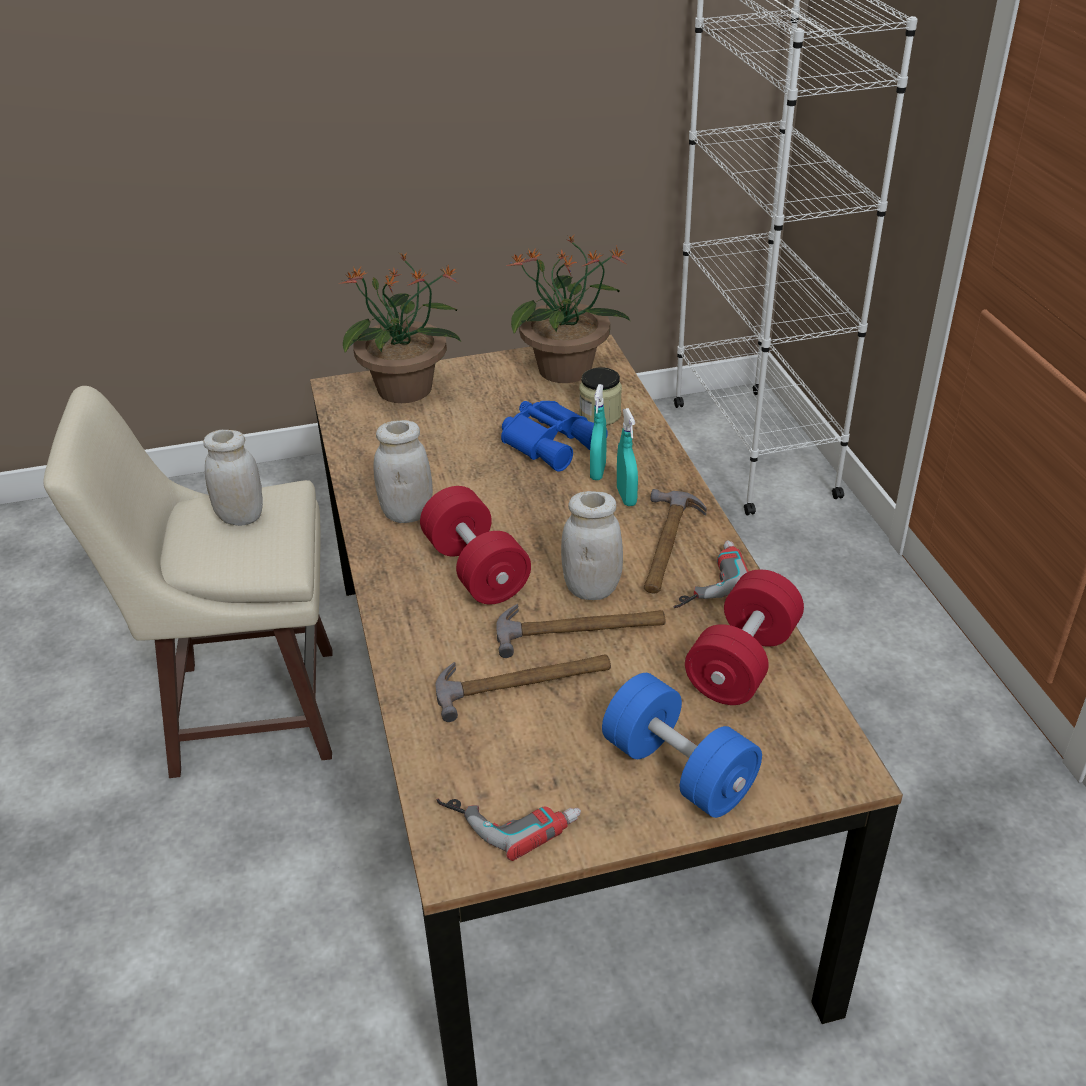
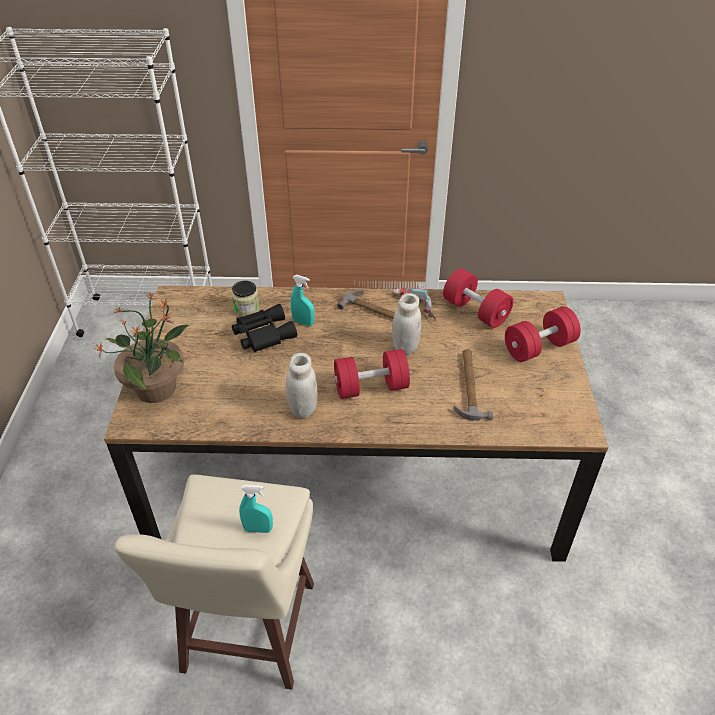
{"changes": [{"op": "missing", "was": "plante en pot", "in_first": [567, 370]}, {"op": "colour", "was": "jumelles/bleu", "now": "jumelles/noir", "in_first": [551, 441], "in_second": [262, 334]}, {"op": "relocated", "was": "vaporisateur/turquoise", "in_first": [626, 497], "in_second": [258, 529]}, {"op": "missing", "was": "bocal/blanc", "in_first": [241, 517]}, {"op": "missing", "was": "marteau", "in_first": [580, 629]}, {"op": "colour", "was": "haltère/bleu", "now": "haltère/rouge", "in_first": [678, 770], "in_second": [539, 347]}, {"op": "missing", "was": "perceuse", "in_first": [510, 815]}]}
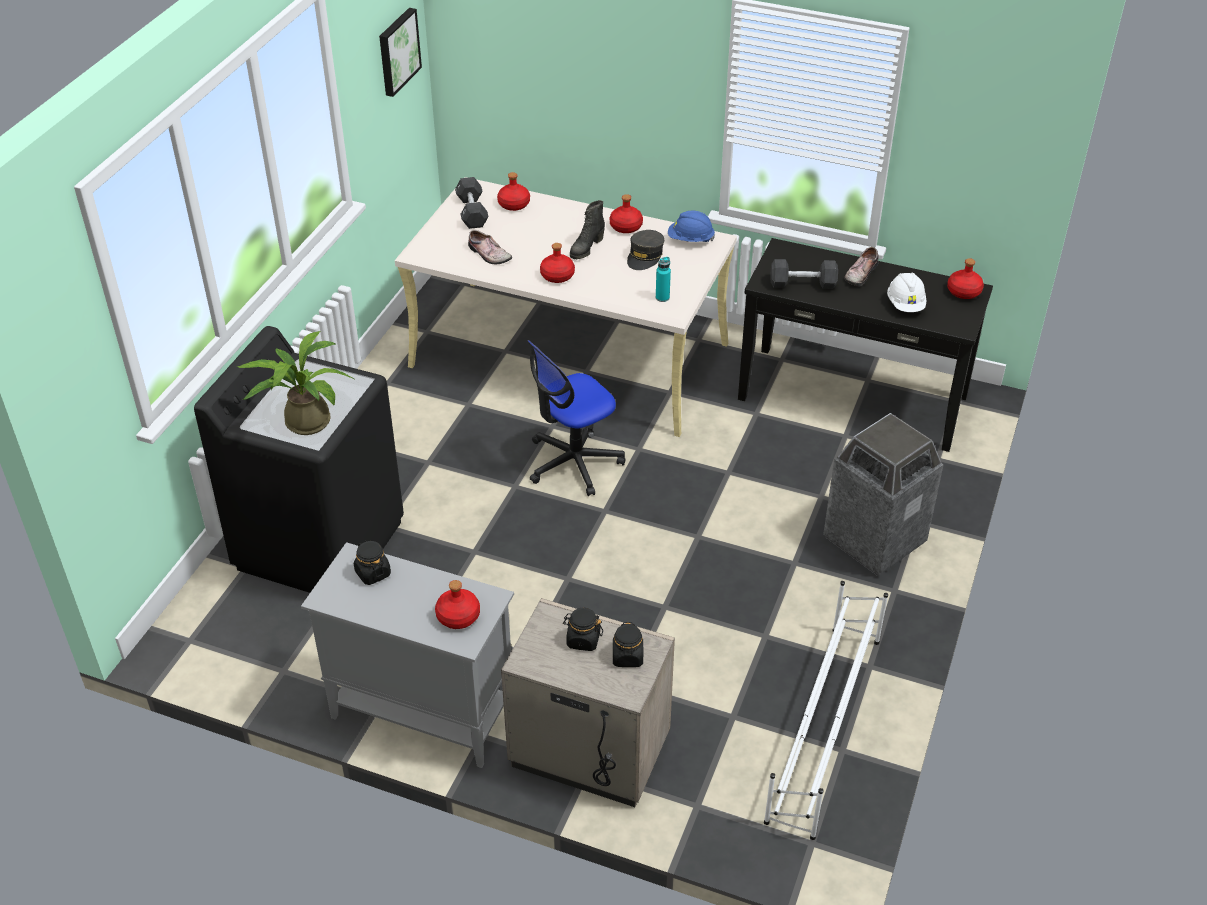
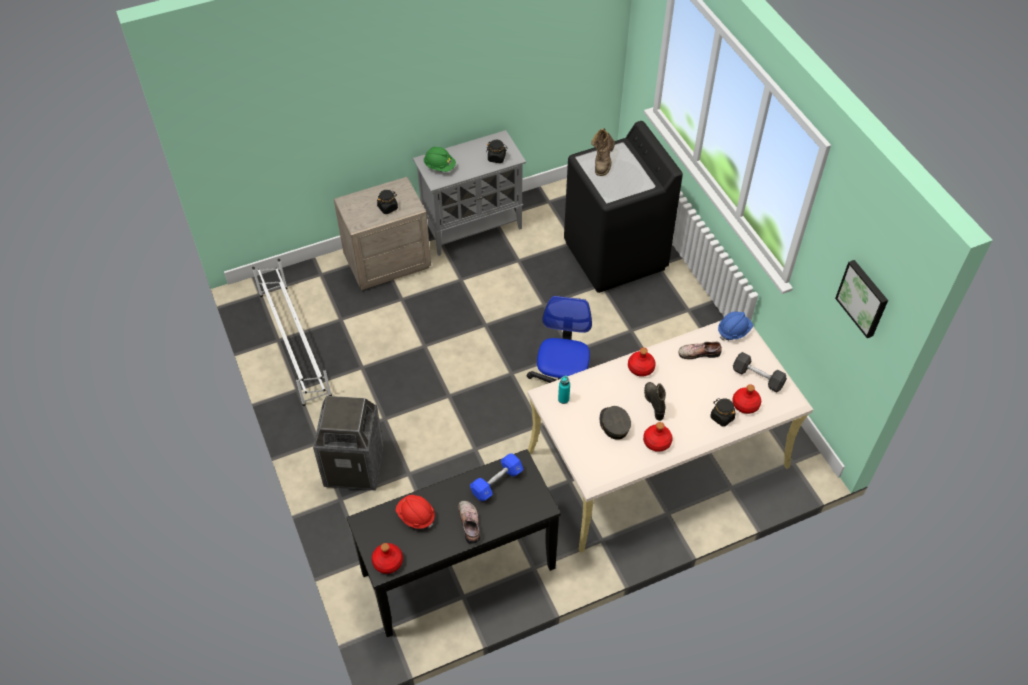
{"changes": [{"op": "relocated", "was": "casque de chantier/bleu", "in_first": [690, 239], "in_second": [733, 331]}, {"op": "colour", "was": "haltère/noir", "now": "haltère/bleu", "in_first": [802, 284], "in_second": [496, 482]}, {"op": "colour", "was": "casque de chantier/blanc", "now": "casque de chantier/rouge", "in_first": [905, 304], "in_second": [416, 516]}, {"op": "exchanged", "was": "plante en pot", "now": "botte/marron", "in_first": [302, 421], "in_second": [603, 163]}, {"op": "exchanged", "was": "bouteille/rouge", "now": "casque de chantier/vert", "in_first": [458, 617], "in_second": [439, 166]}, {"op": "relocated", "was": "bocal/noir", "in_first": [627, 657], "in_second": [721, 417]}]}
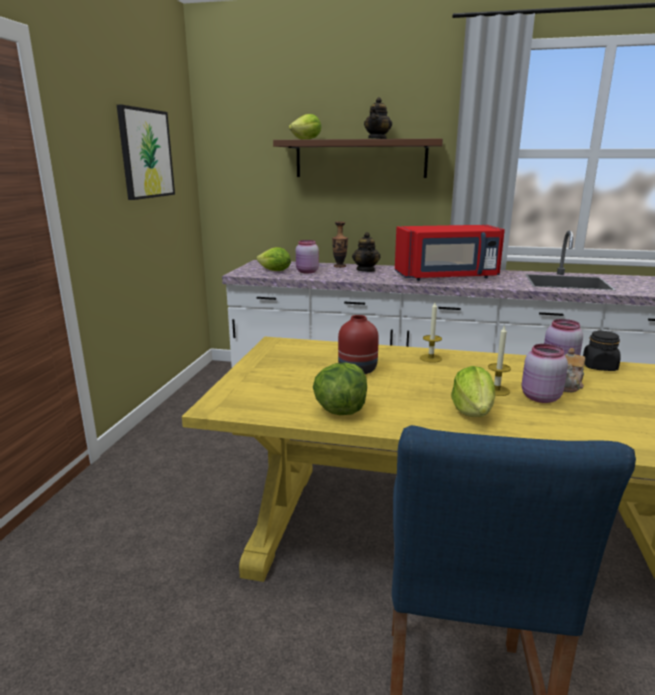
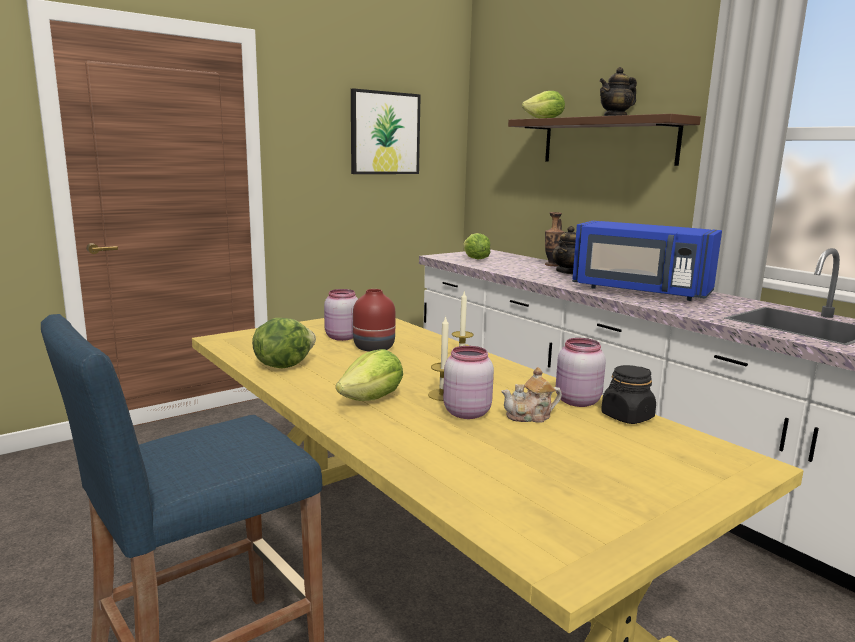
{"changes": [{"op": "colour", "was": "micro-ondes/rouge", "now": "micro-ondes/bleu", "in_first": [447, 277], "in_second": [640, 291]}, {"op": "relocated", "was": "bocal/rose", "in_first": [307, 272], "in_second": [341, 337]}]}
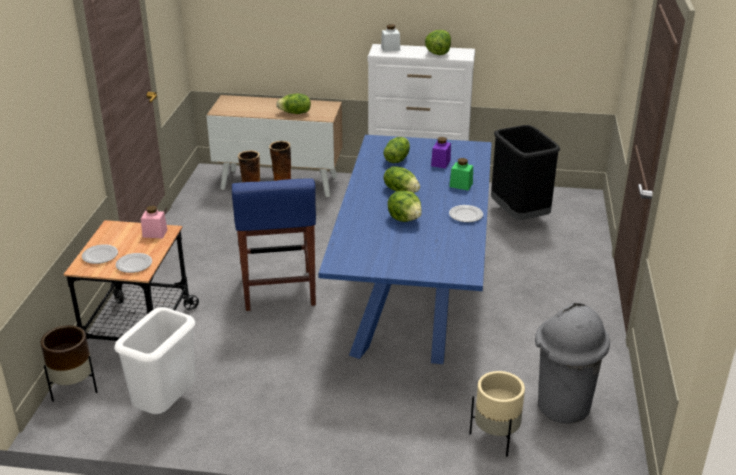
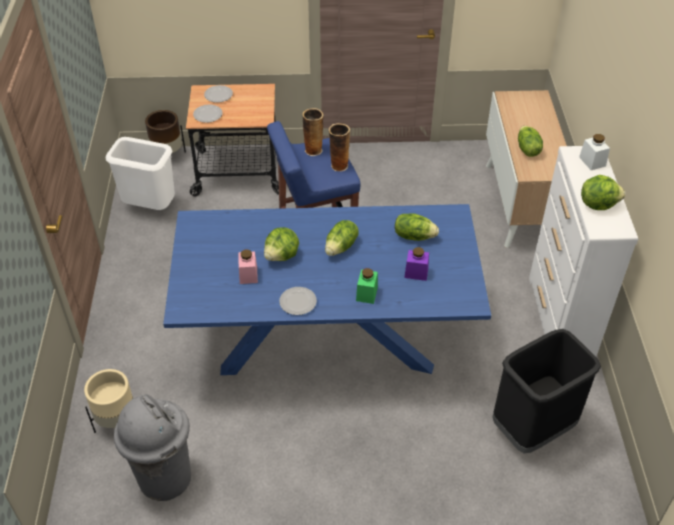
{"changes": [{"op": "relocated", "was": "bocal/rose", "in_first": [155, 233], "in_second": [248, 275]}]}
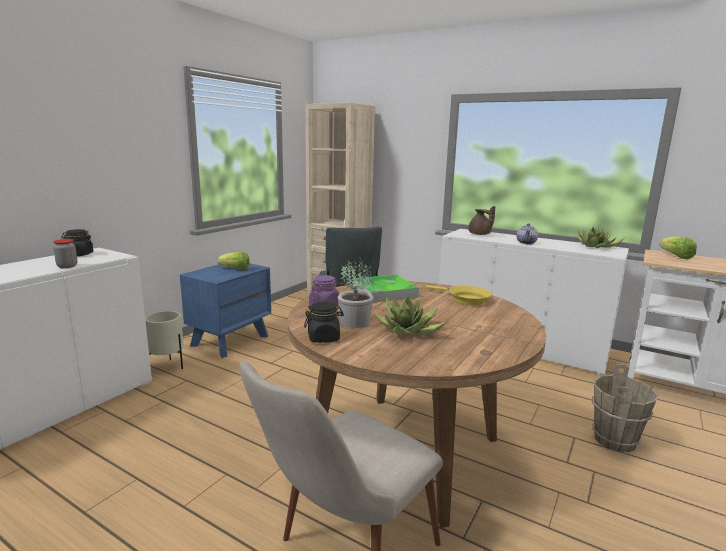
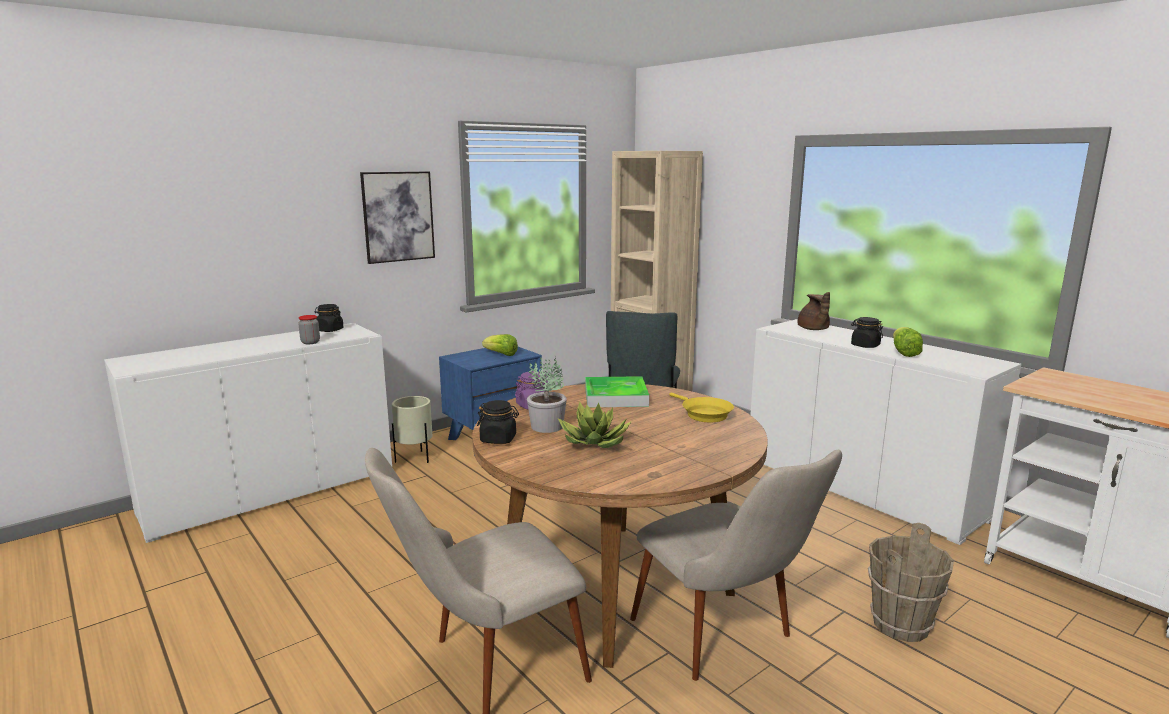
{"changes": [{"op": "exchanged", "was": "théière", "now": "bocal/noir", "in_first": [526, 243], "in_second": [865, 345]}, {"op": "missing", "was": "plante en pot", "in_first": [596, 247]}, {"op": "relocated", "was": "laitue", "in_first": [675, 256], "in_second": [903, 353]}, {"op": "appeared", "now": "tableau", "in_second": [398, 216]}, {"op": "appeared", "now": "chaise/beige", "in_second": [726, 642]}]}
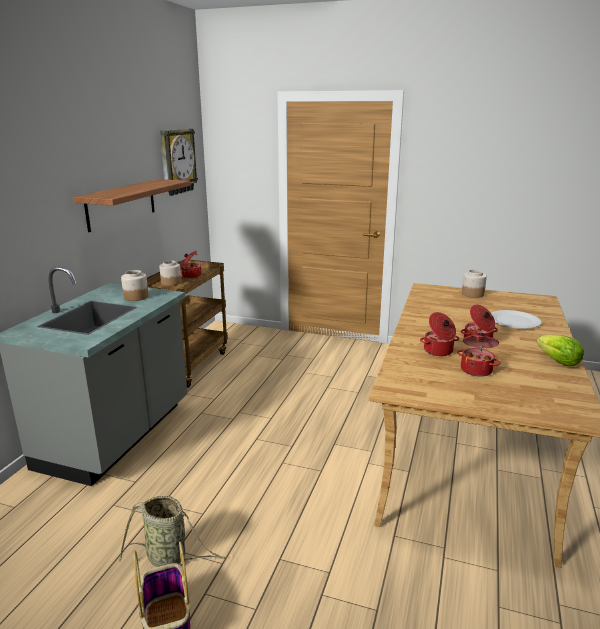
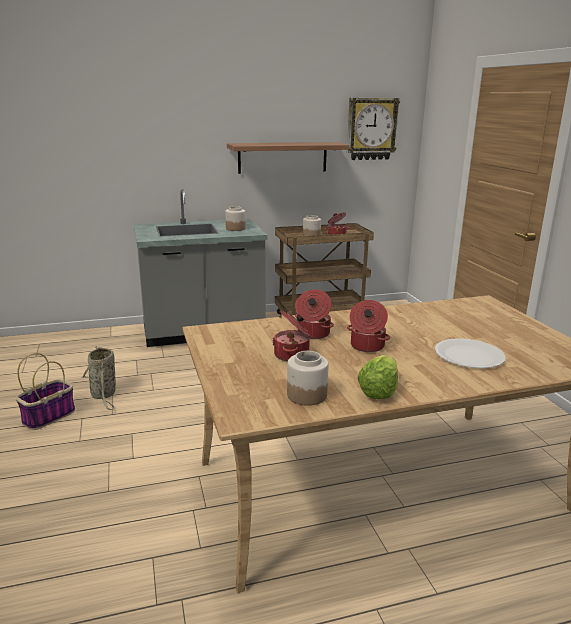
{"changes": [{"op": "relocated", "was": "bocal", "in_first": [472, 294], "in_second": [306, 395]}]}
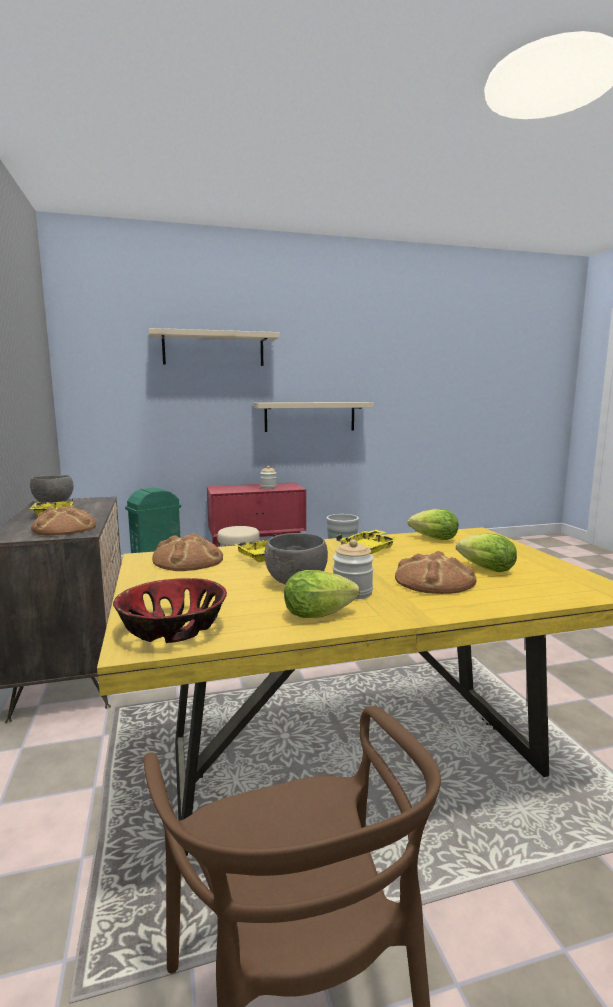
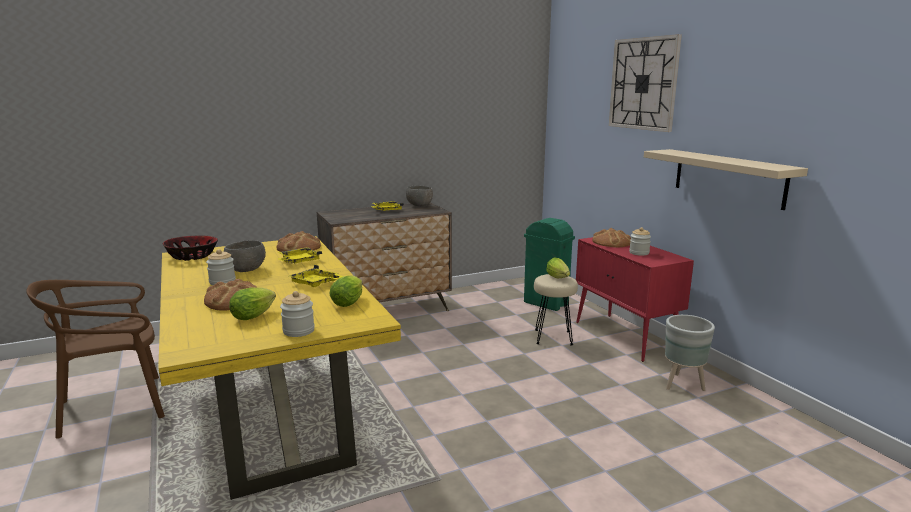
{"changes": [{"op": "exchanged", "was": "étagère/beige", "now": "horloge murale", "in_first": [213, 349], "in_second": [643, 84]}, {"op": "relocated", "was": "pain", "in_first": [64, 528], "in_second": [611, 242]}, {"op": "relocated", "was": "laitue", "in_first": [322, 614], "in_second": [559, 278]}, {"op": "appeared", "now": "bocal", "in_second": [298, 331]}]}
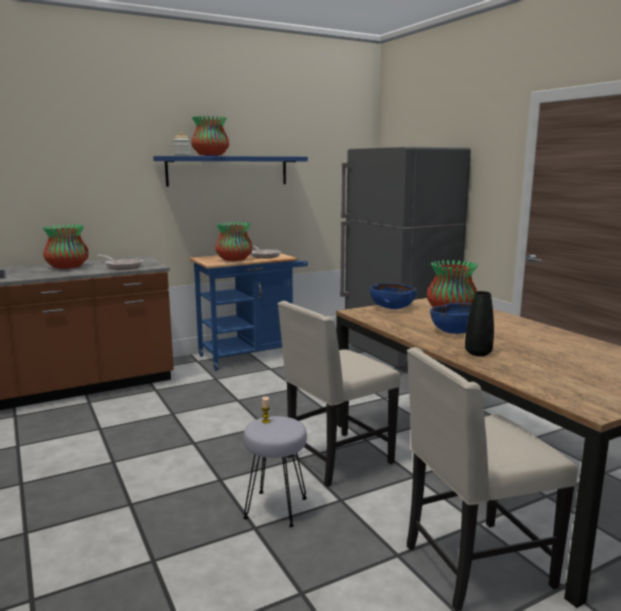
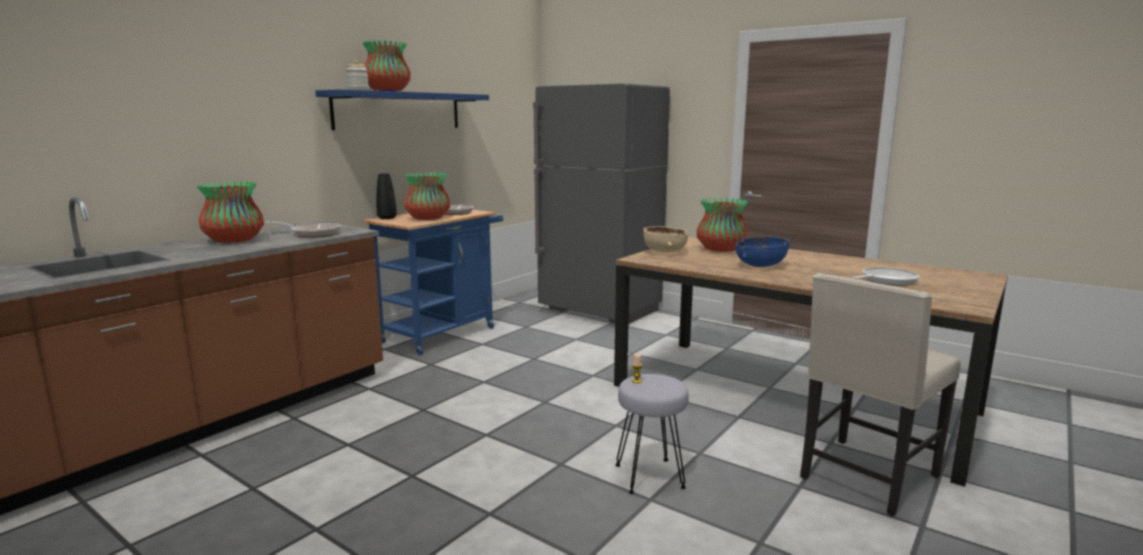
{"changes": [{"op": "colour", "was": "bol/bleu", "now": "bol/beige", "in_first": [392, 308], "in_second": [664, 252]}, {"op": "relocated", "was": "vase/noir", "in_first": [478, 353], "in_second": [387, 218]}, {"op": "missing", "was": "chaise/beige", "in_first": [336, 460]}, {"op": "appeared", "now": "poêle", "in_second": [886, 280]}]}
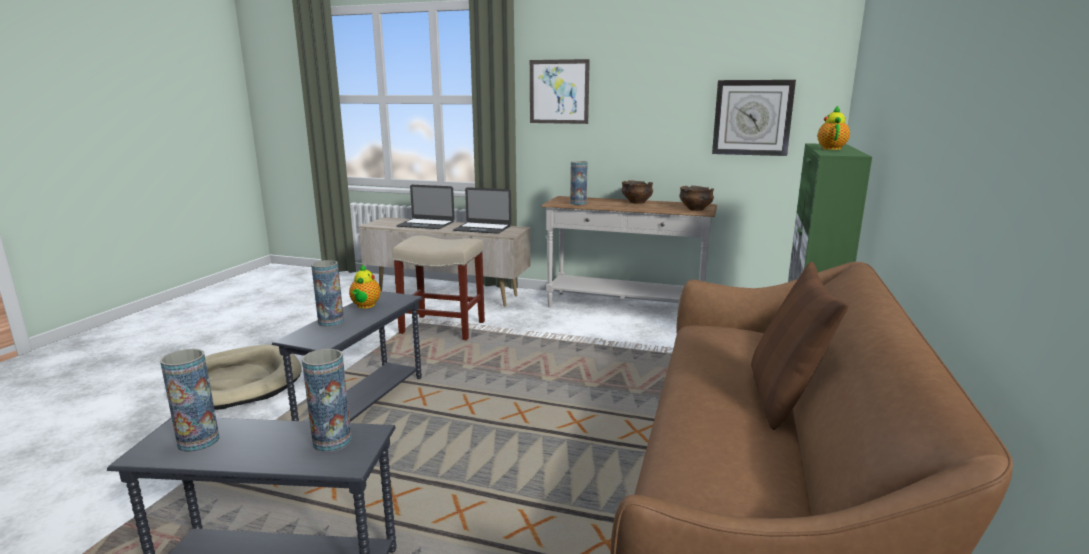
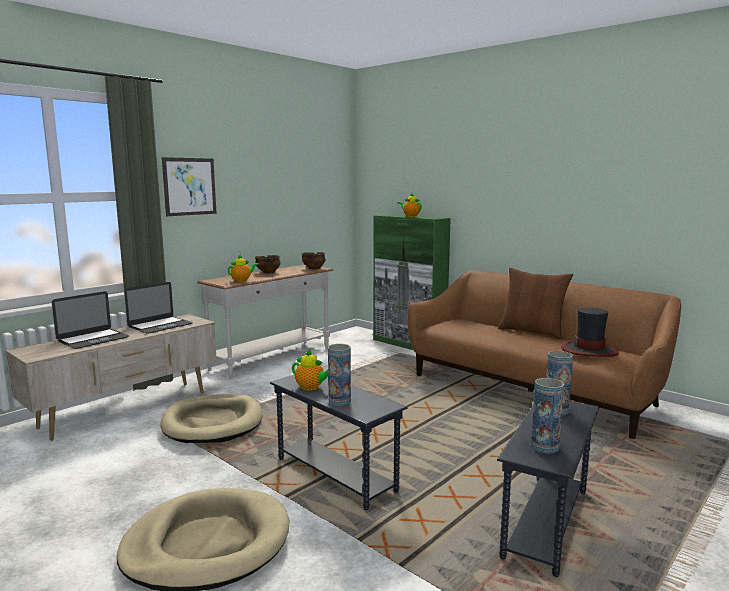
{"changes": [{"op": "missing", "was": "horloge murale", "in_first": [752, 117]}, {"op": "exchanged", "was": "vase", "now": "théière", "in_first": [578, 203], "in_second": [242, 280]}, {"op": "exchanged", "was": "tabouret/beige", "now": "panier pour chien/beige", "in_first": [444, 327], "in_second": [213, 423]}, {"op": "appeared", "now": "chapeau", "in_second": [589, 350]}]}
